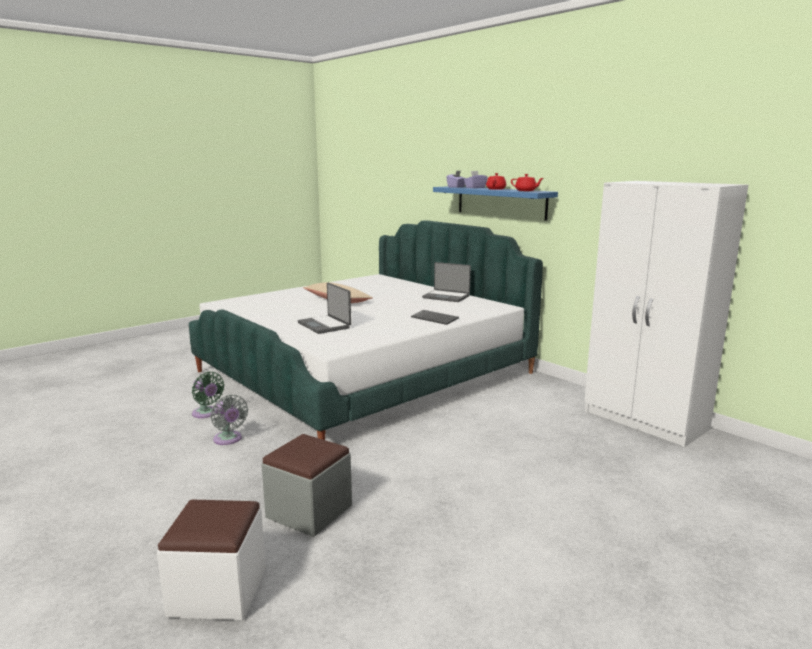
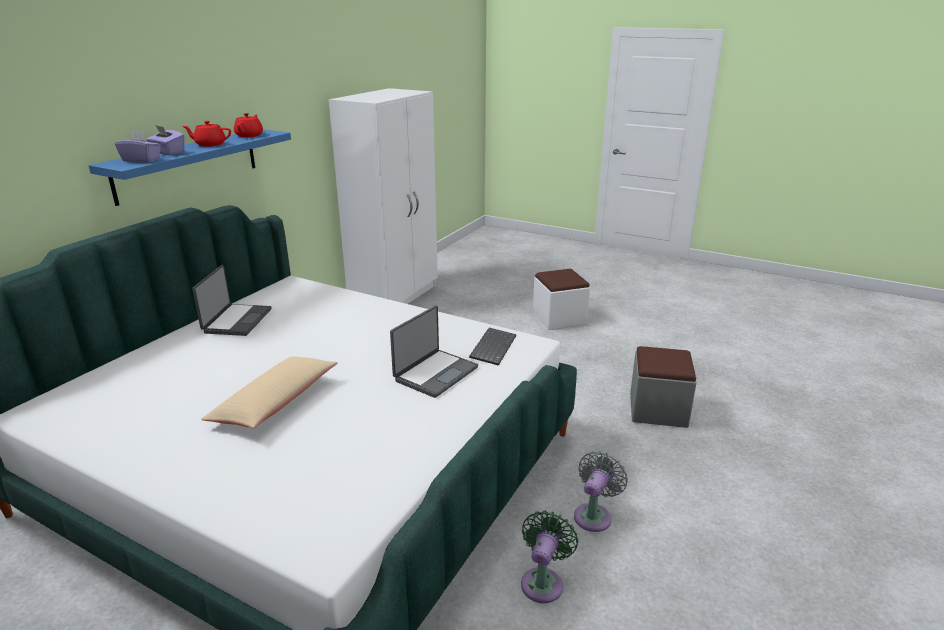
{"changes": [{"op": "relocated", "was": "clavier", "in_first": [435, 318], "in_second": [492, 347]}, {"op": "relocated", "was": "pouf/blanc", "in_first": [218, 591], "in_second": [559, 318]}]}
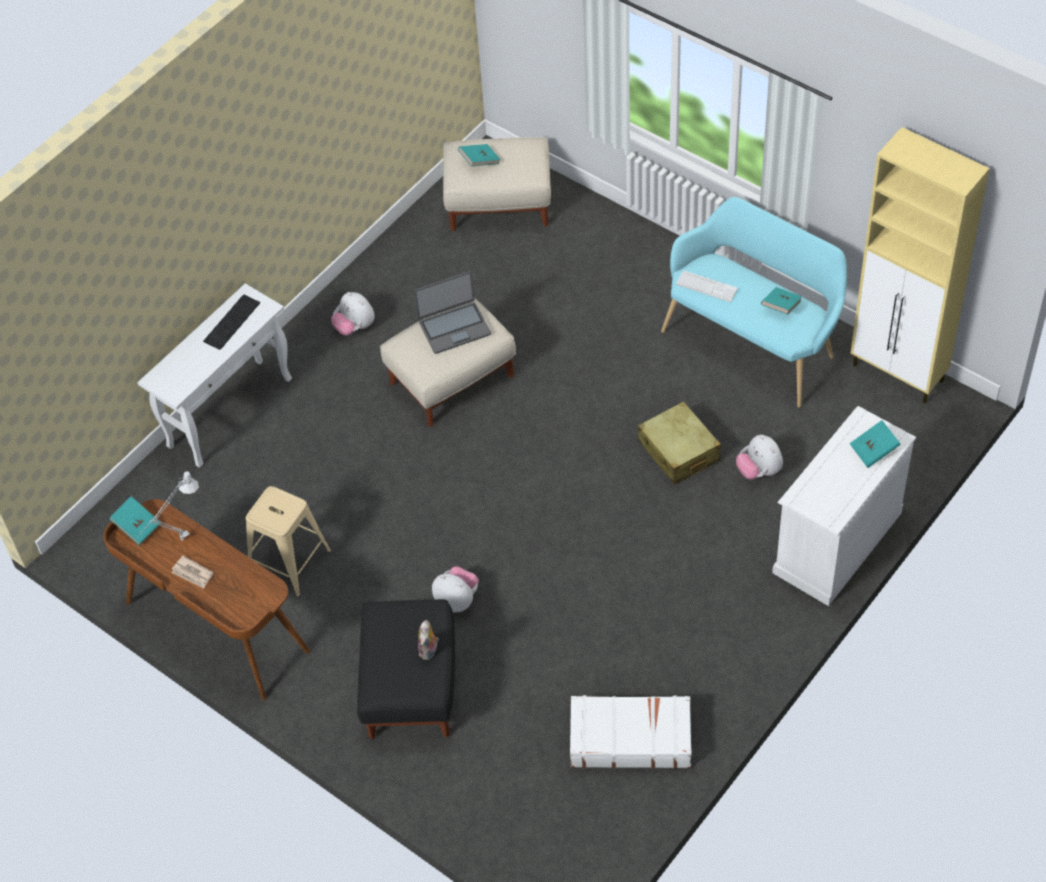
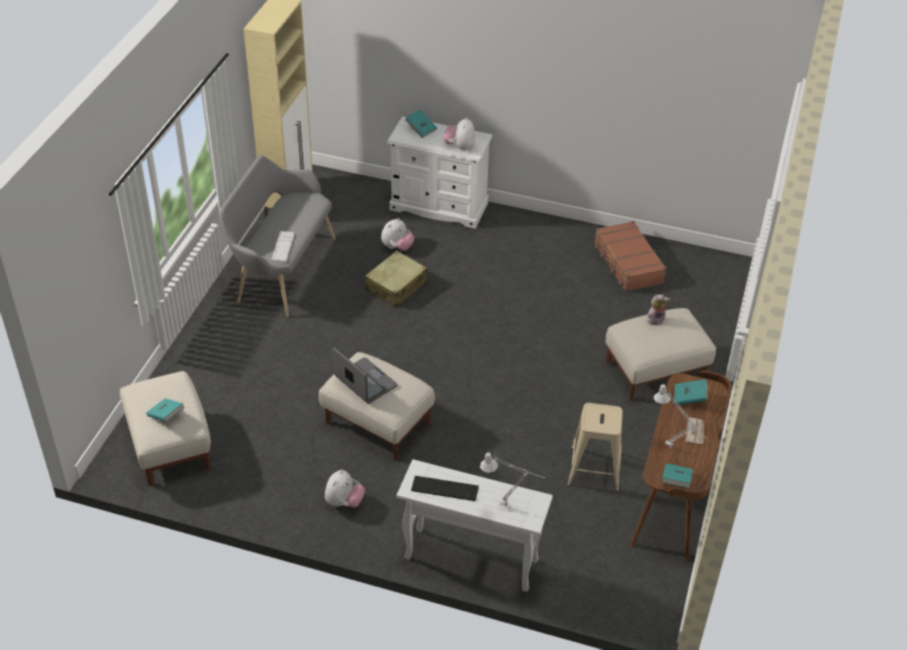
{"changes": [{"op": "colour", "was": "banc/turquoise", "now": "banc/gris", "in_first": [754, 341], "in_second": [281, 269]}, {"op": "relocated", "was": "livre/turquoise", "in_first": [780, 307], "in_second": [689, 398]}, {"op": "relocated", "was": "peluche", "in_first": [457, 599], "in_second": [460, 147]}, {"op": "colour", "was": "pouf/noir", "now": "pouf/beige", "in_first": [411, 686], "in_second": [654, 371]}, {"op": "colour", "was": "valise/blanc", "now": "valise/marron", "in_first": [630, 738], "in_second": [627, 264]}, {"op": "appeared", "now": "lampe de table/gris", "in_second": [510, 505]}]}
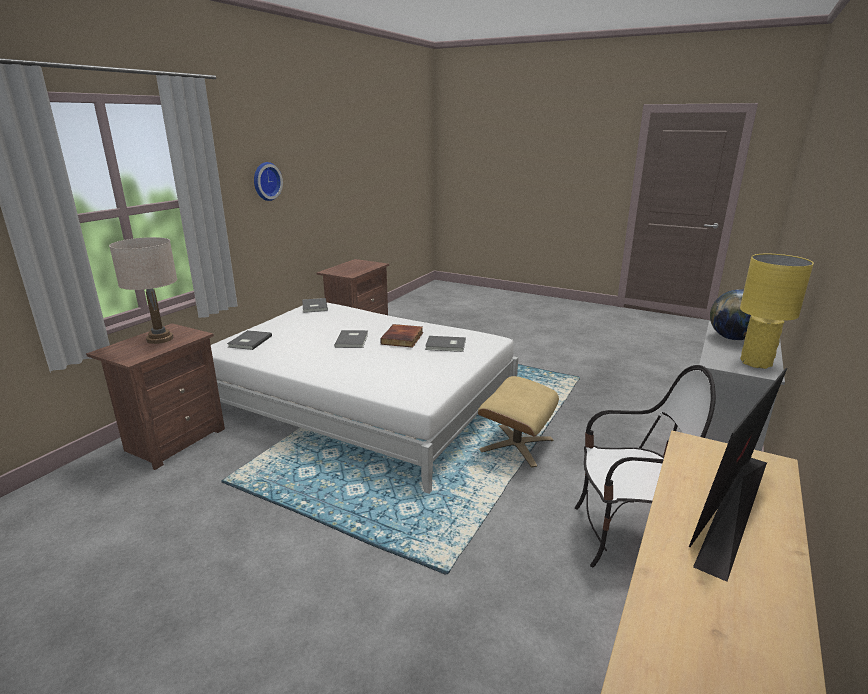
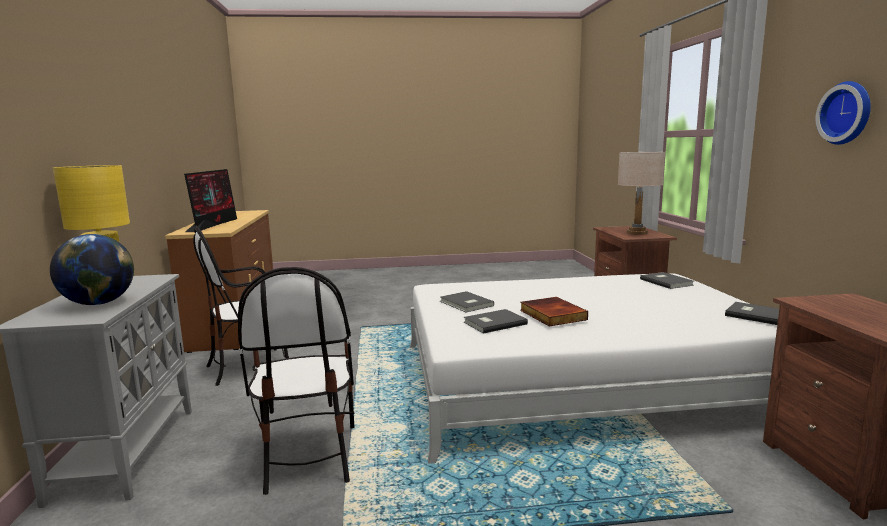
{"changes": [{"op": "relocated", "was": "livre/gris", "in_first": [353, 340], "in_second": [465, 304]}, {"op": "missing", "was": "pouf/beige", "in_first": [516, 445]}, {"op": "appeared", "now": "chaise", "in_second": [307, 456]}]}
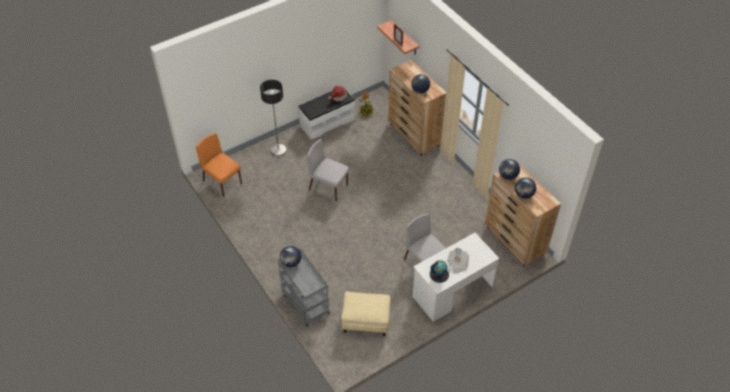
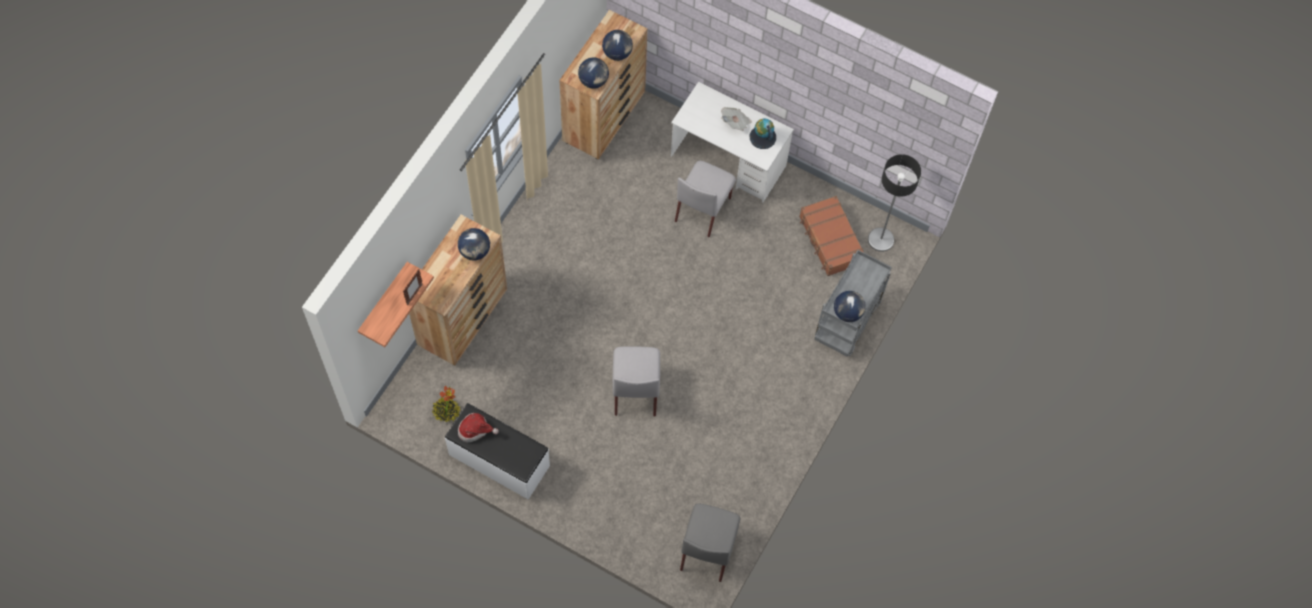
{"changes": [{"op": "relocated", "was": "lampadaire", "in_first": [278, 150], "in_second": [880, 240]}, {"op": "colour", "was": "chaise/orange", "now": "chaise/gris", "in_first": [223, 182], "in_second": [707, 549]}, {"op": "exchanged", "was": "pouf/beige", "now": "valise/marron", "in_first": [365, 321], "in_second": [830, 240]}]}
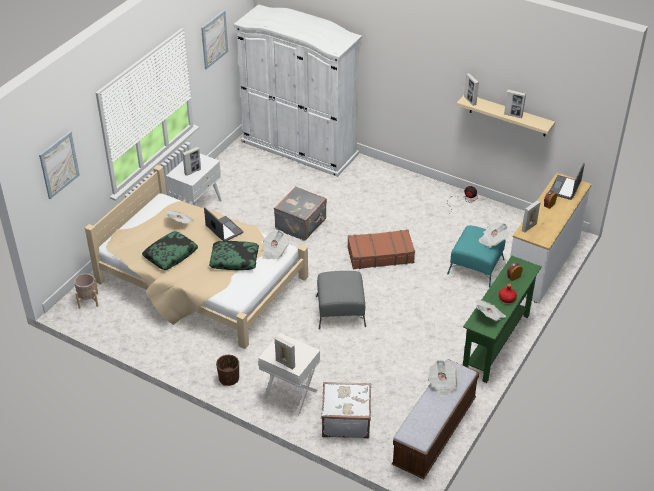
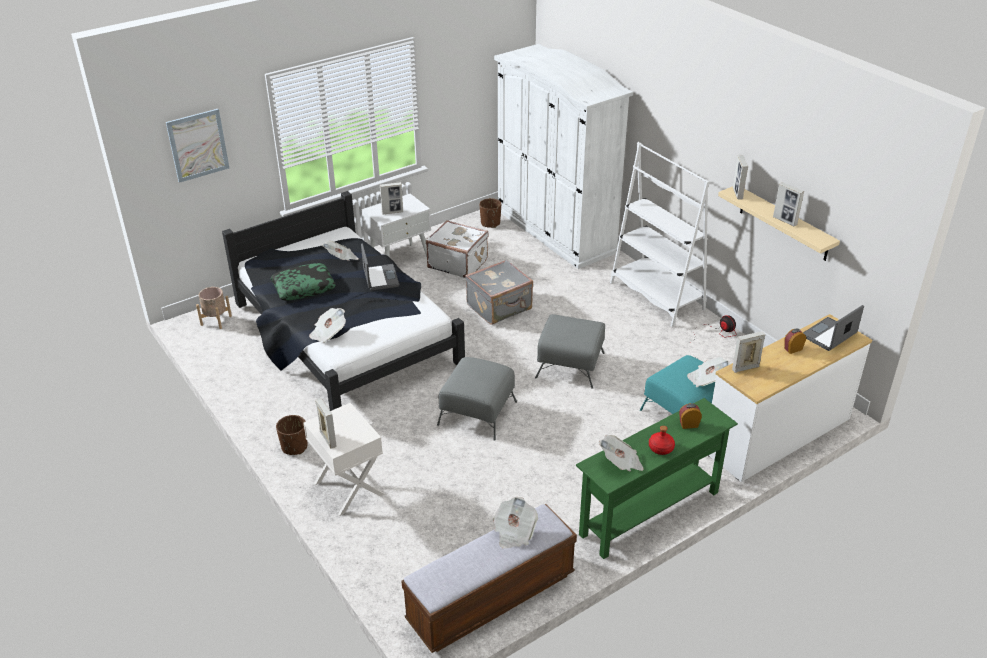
{"changes": [{"op": "missing", "was": "tableau", "in_first": [214, 39]}, {"op": "colour", "was": "lit/beige", "now": "lit/noir", "in_first": [202, 282], "in_second": [345, 336]}, {"op": "exchanged", "was": "valise/marron", "now": "pouf/gris", "in_first": [380, 255], "in_second": [569, 365]}, {"op": "relocated", "was": "journal", "in_first": [274, 251], "in_second": [328, 333]}, {"op": "missing", "was": "coussin", "in_first": [234, 260]}, {"op": "relocated", "was": "valise/blanc", "in_first": [345, 420], "in_second": [458, 263]}, {"op": "appeared", "now": "bibliothèque/blanc", "in_second": [656, 296]}, {"op": "appeared", "now": "cache-pot/marron", "in_second": [490, 223]}]}
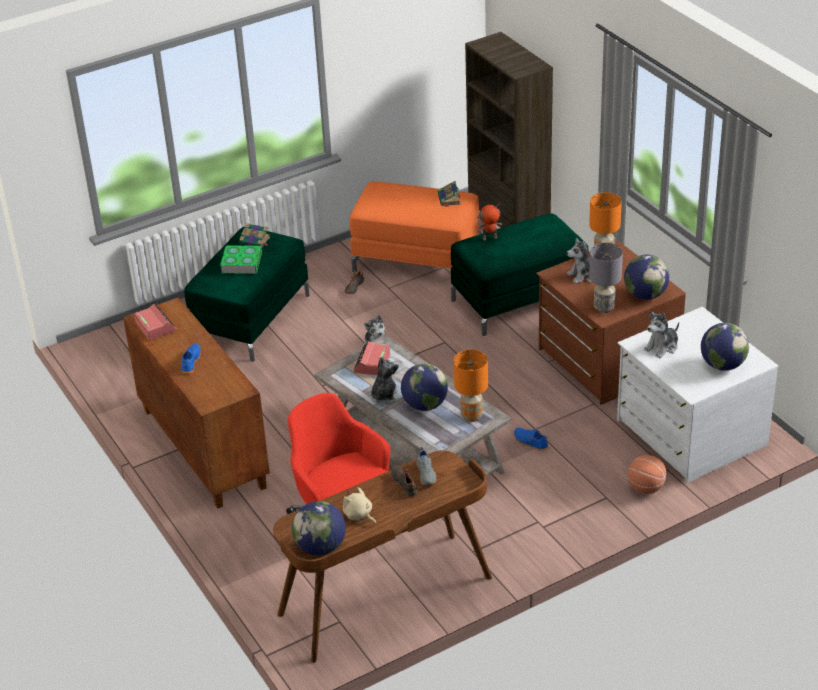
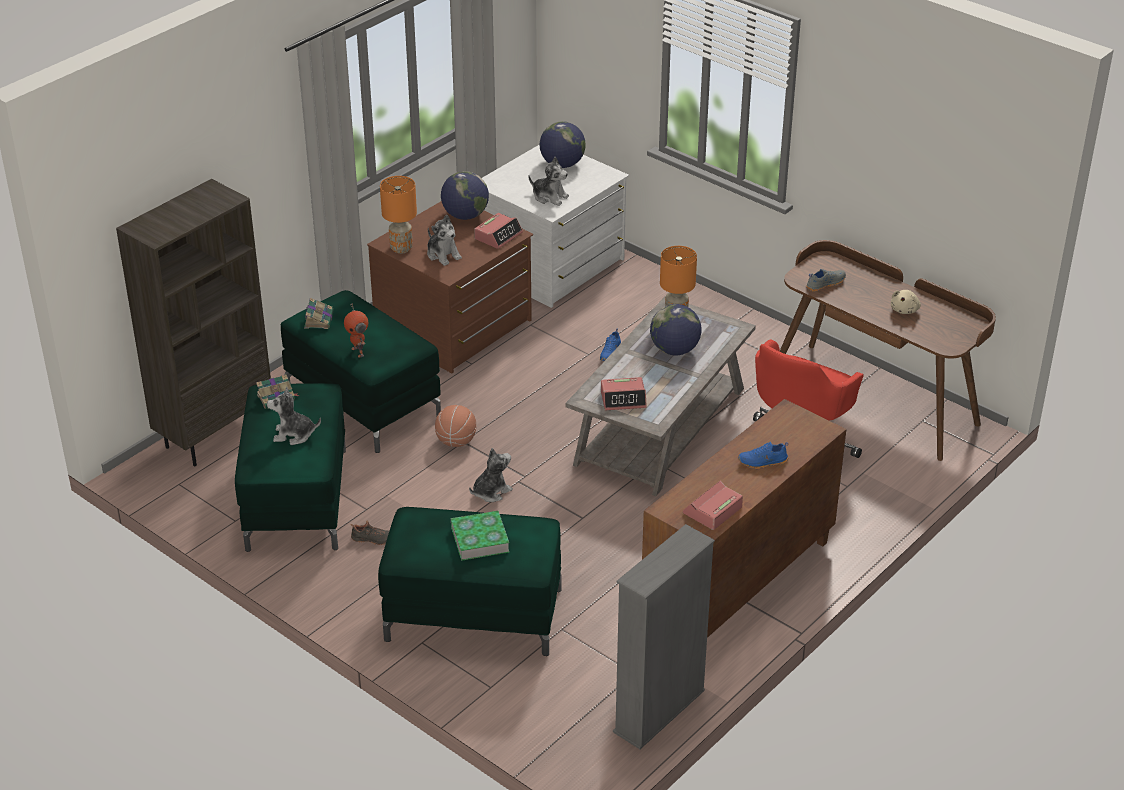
{"changes": [{"op": "colour", "was": "pouf/orange", "now": "pouf/vert", "in_first": [417, 260], "in_second": [296, 498]}, {"op": "relocated", "was": "livre", "in_first": [255, 241], "in_second": [319, 319]}, {"op": "exchanged", "was": "lampe de table/gris", "now": "réveil", "in_first": [604, 308], "in_second": [498, 236]}, {"op": "relocated", "was": "peluche", "in_first": [384, 396], "in_second": [294, 435]}, {"op": "relocated", "was": "ballon de basket", "in_first": [646, 488], "in_second": [456, 441]}, {"op": "missing", "was": "chaussure/noir", "in_first": [405, 484]}, {"op": "missing", "was": "globe", "in_first": [320, 547]}, {"op": "appeared", "now": "bibliothèque/gris", "in_second": [659, 711]}]}
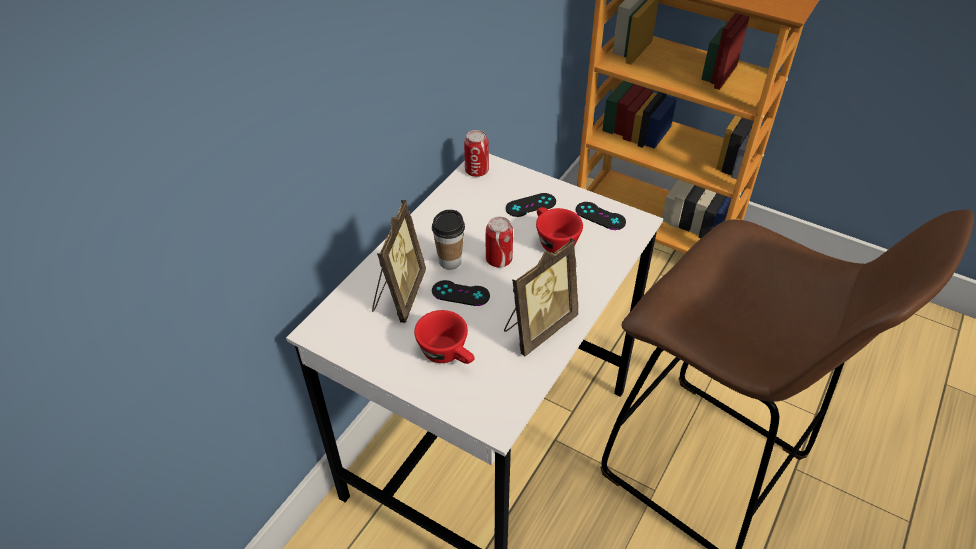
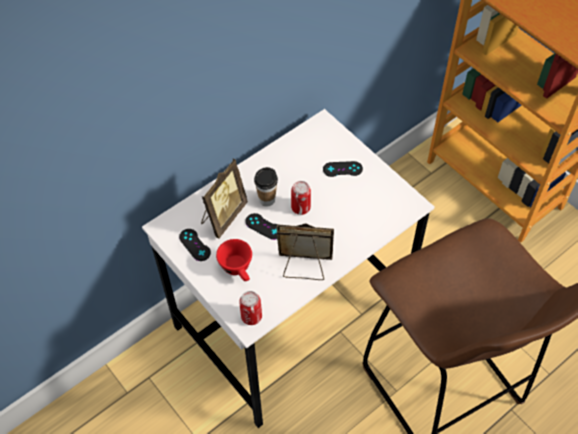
{"changes": [{"op": "relocated", "was": "boîte métallique", "in_first": [476, 171], "in_second": [251, 316]}, {"op": "relocated", "was": "manette/noir", "in_first": [600, 216], "in_second": [195, 245]}, {"op": "missing", "was": "tasse/rouge", "in_first": [553, 241]}, {"op": "spun", "was": "cadre photo", "in_first": [538, 327], "in_second": [304, 267], "clockwise": -150}]}
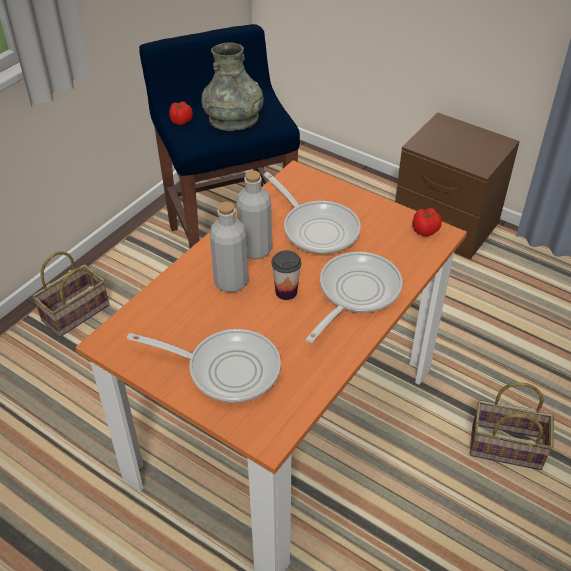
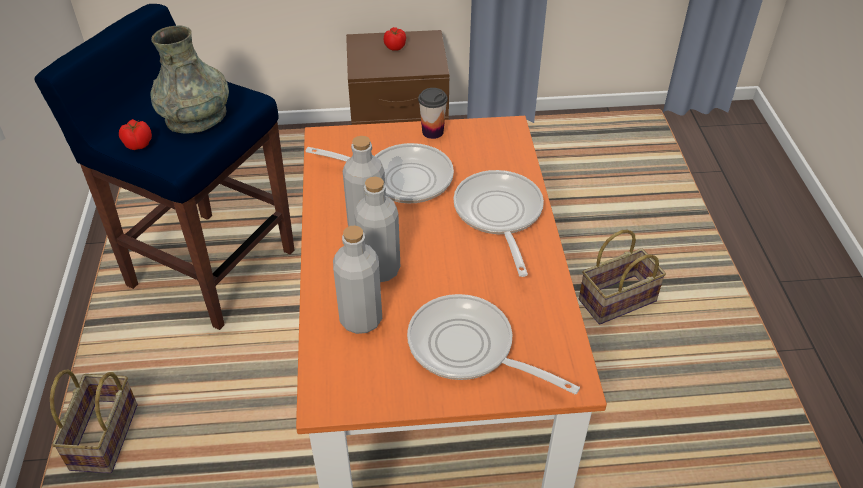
{"changes": [{"op": "relocated", "was": "tomate", "in_first": [425, 230], "in_second": [395, 47]}, {"op": "relocated", "was": "tasse", "in_first": [286, 292], "in_second": [432, 132]}, {"op": "spun", "was": "poêle", "in_first": [226, 369], "in_second": [468, 349], "clockwise": -120}, {"op": "appeared", "now": "bouteille/gris", "in_second": [361, 319]}]}
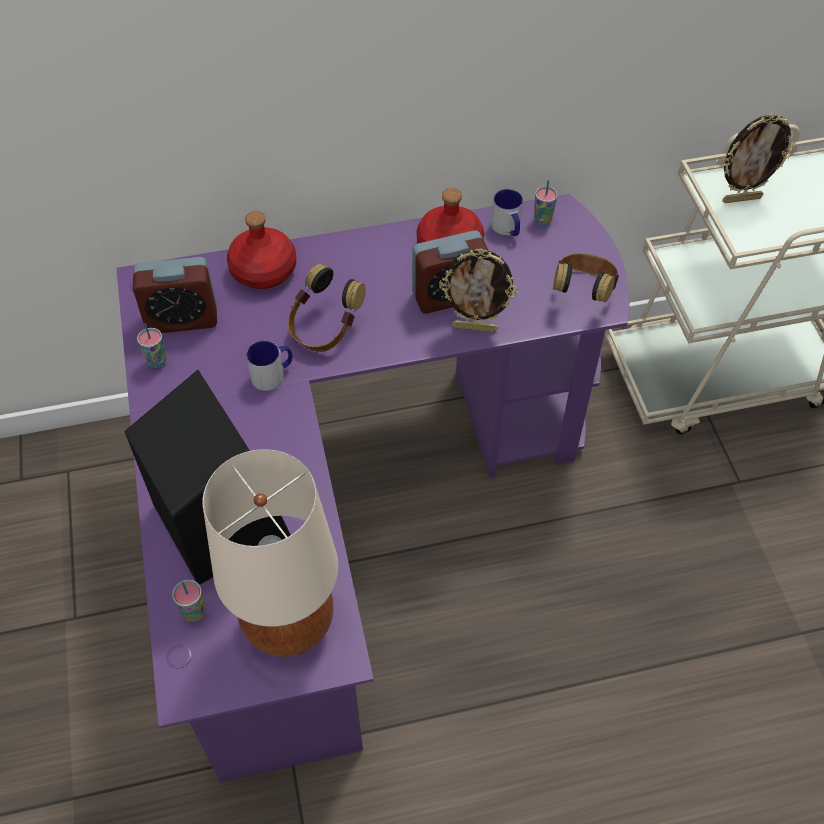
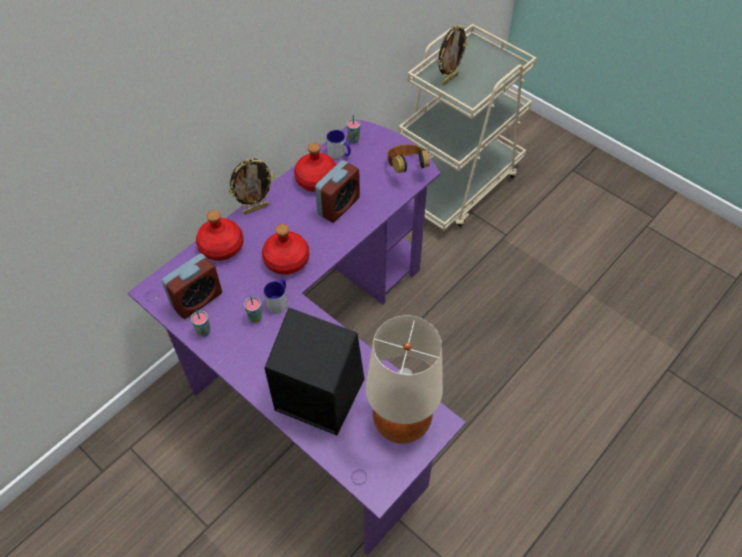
{"changes": [{"op": "relocated", "was": "cadre photo", "in_first": [475, 327], "in_second": [255, 208]}, {"op": "exchanged", "was": "casque audio", "now": "bouteille/rouge", "in_first": [325, 329], "in_second": [286, 260]}, {"op": "relocated", "was": "tasse", "in_first": [194, 612], "in_second": [255, 318]}]}
